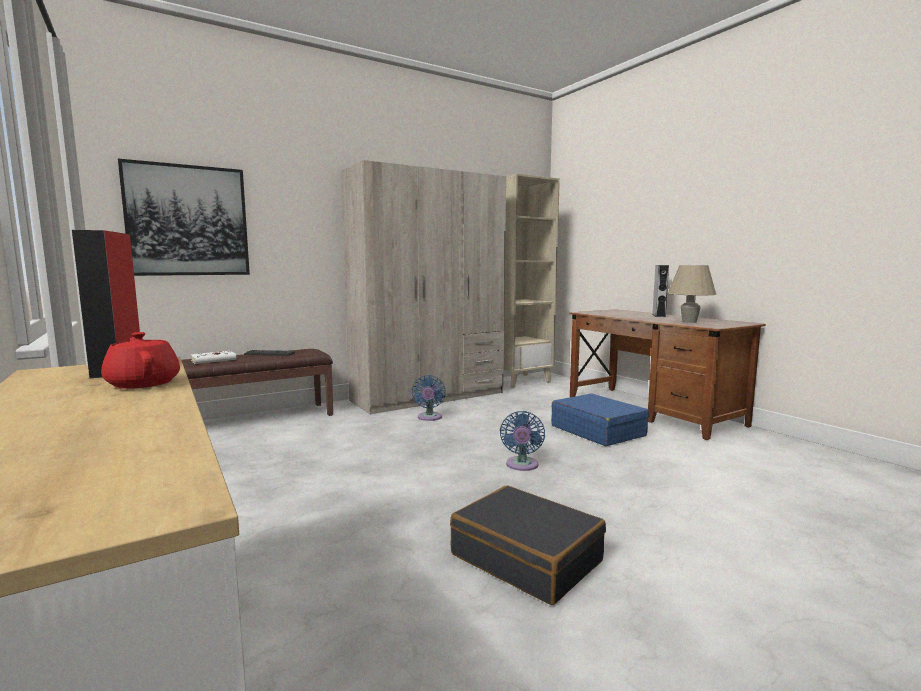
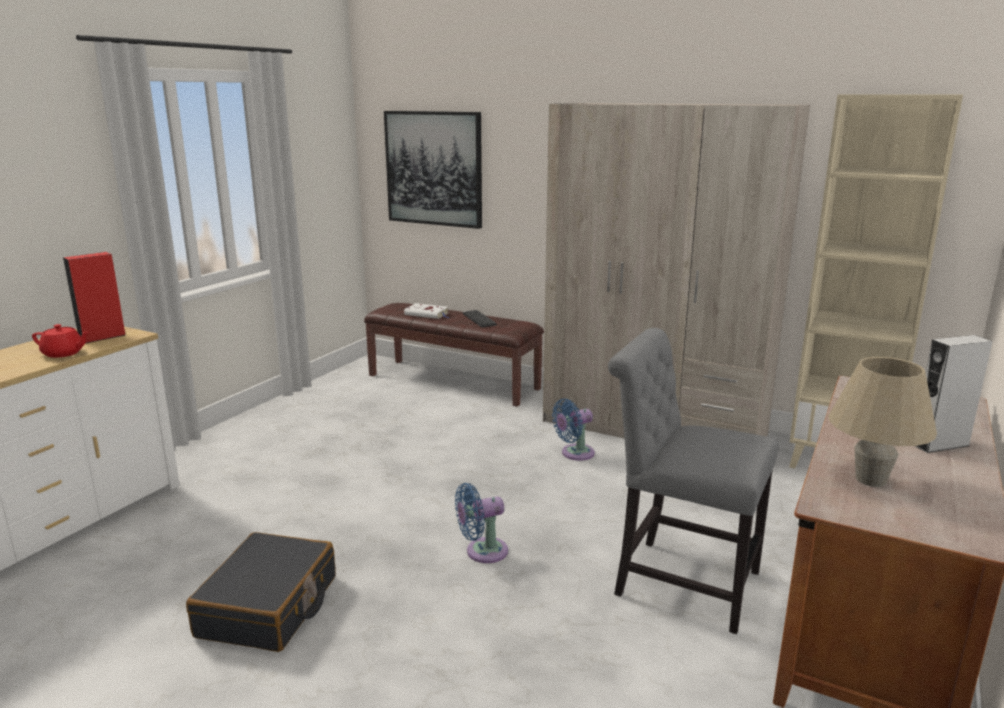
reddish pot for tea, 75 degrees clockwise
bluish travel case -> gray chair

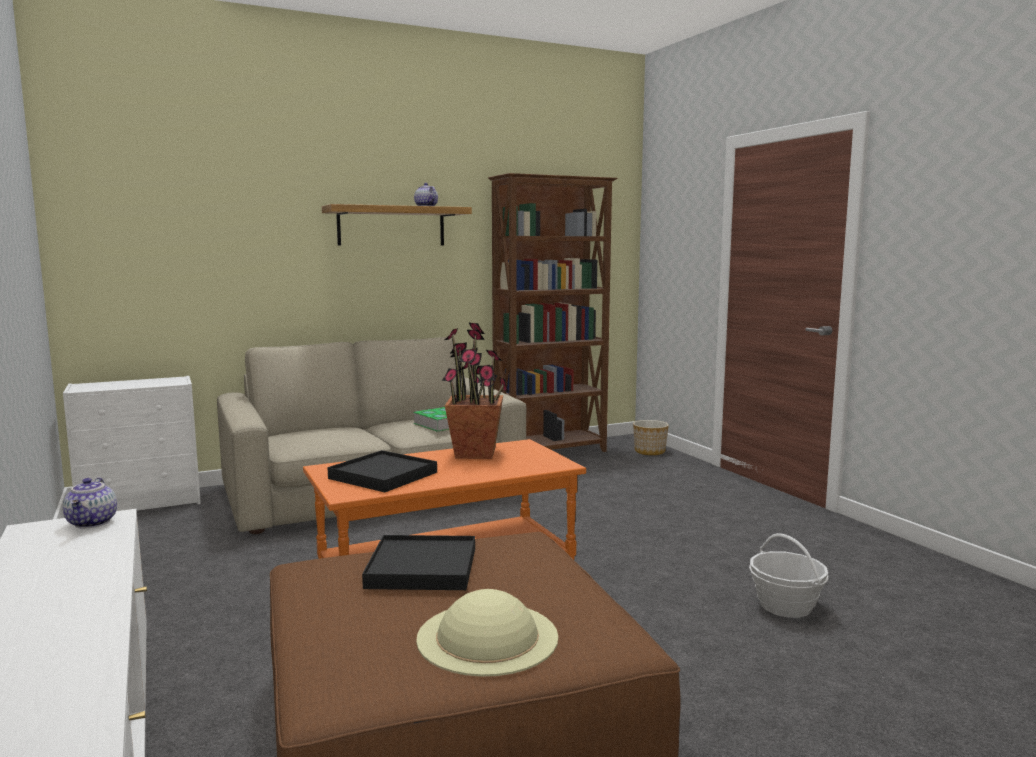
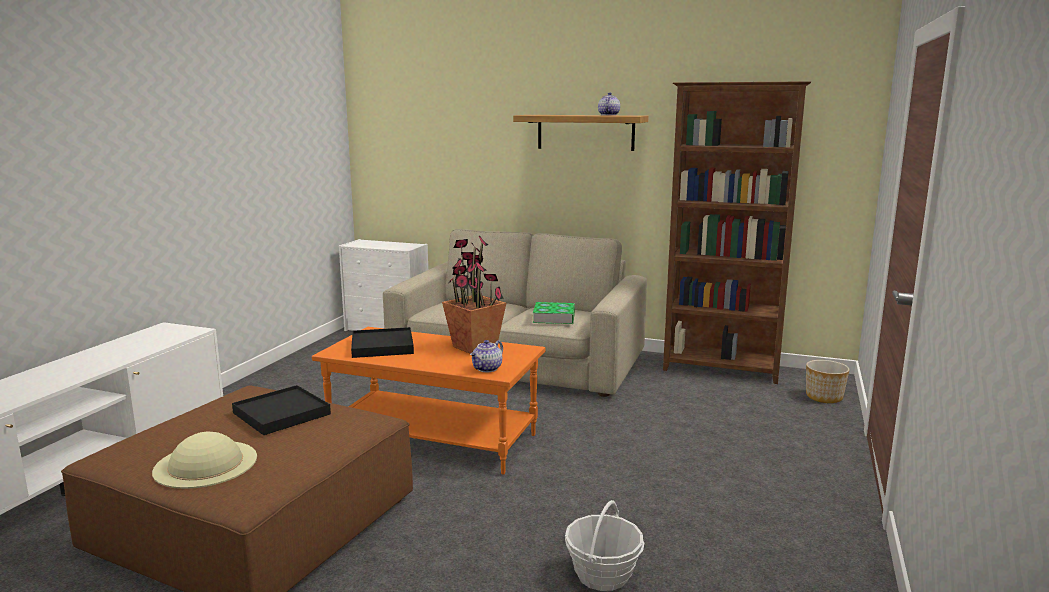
pot for tea (1st from left), move

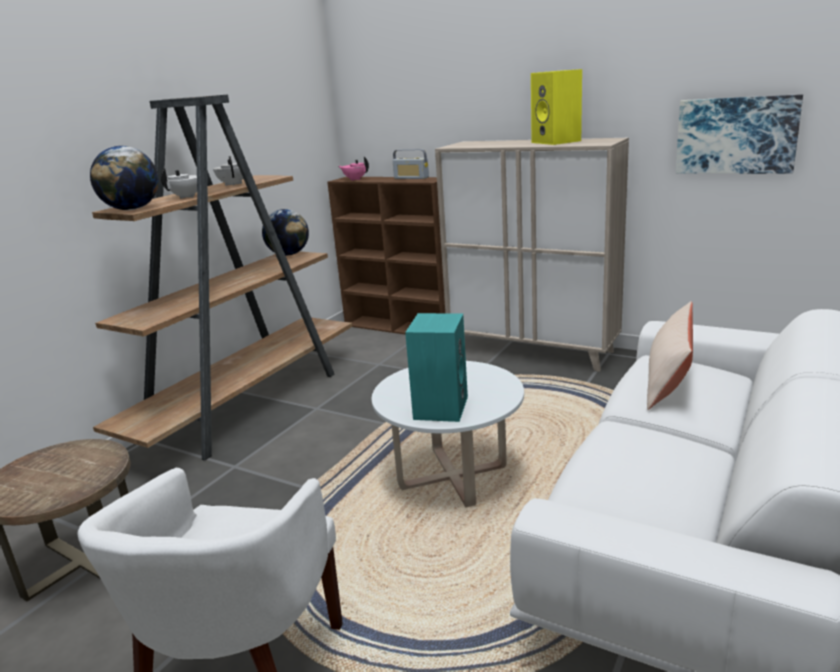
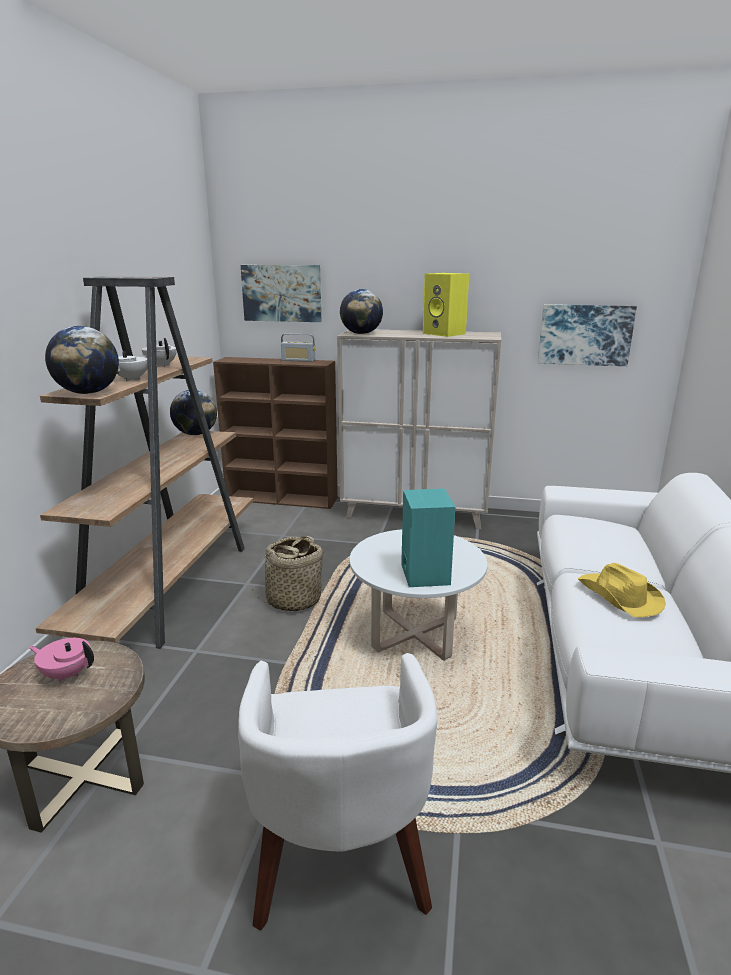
pink-coloured pot for tea, move
beige throw pillow -> none
none -> picture (1st from left)
none -> basket
none -> world globe (3rd from left)
none -> yellow-coloured wearable hat

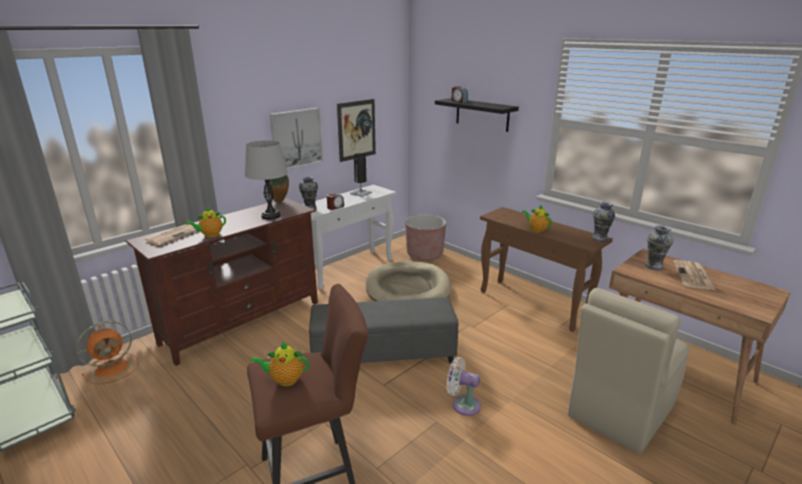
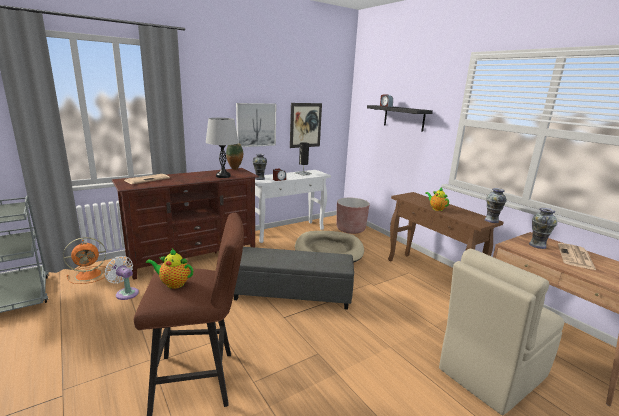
pot for tea (1st from left) -> none
whitish cooling fan, move

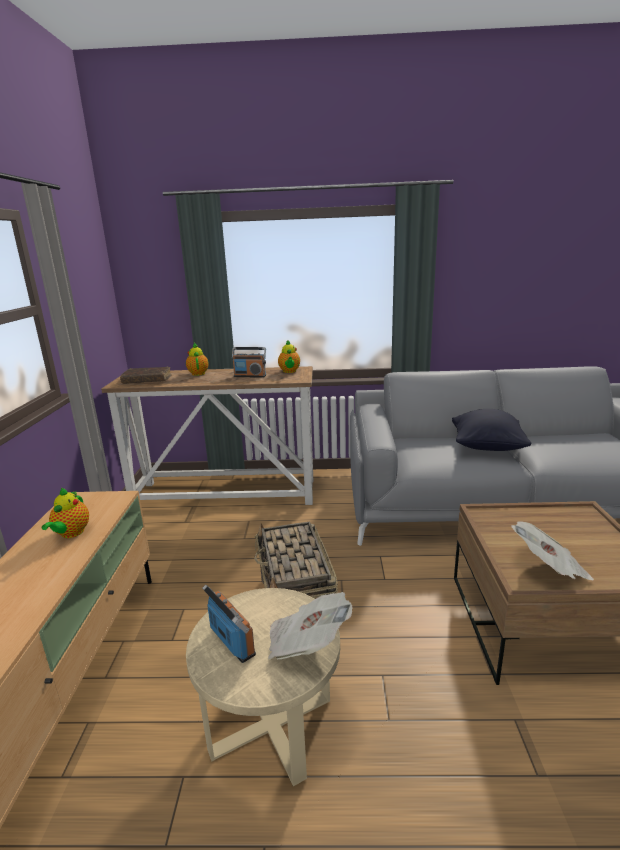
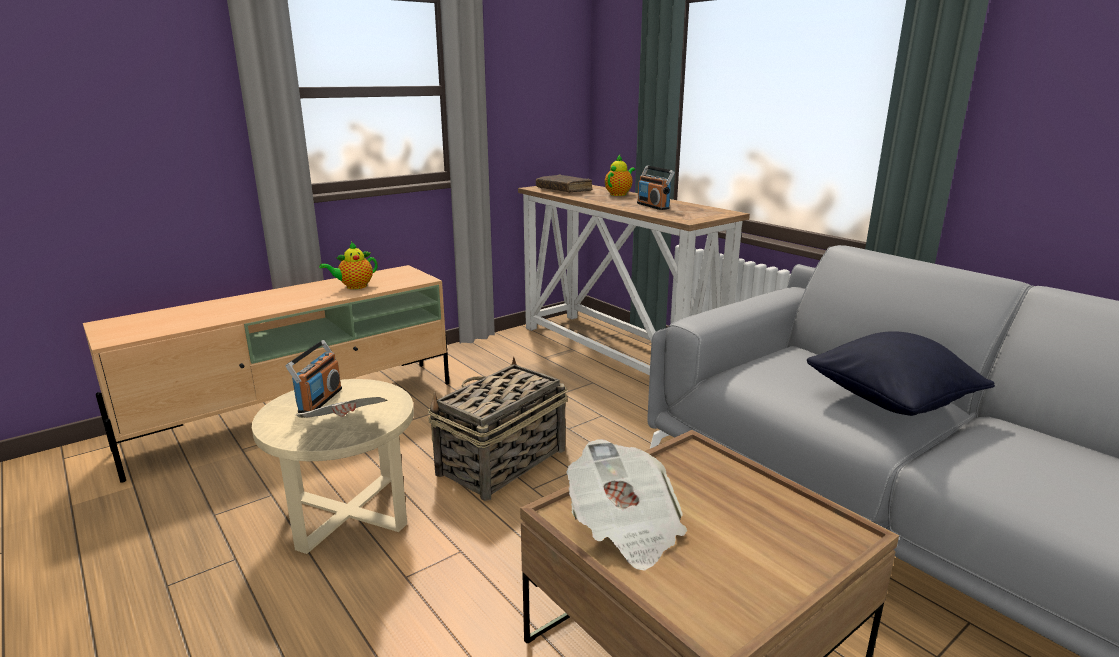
pot for tea (3rd from left) -> none

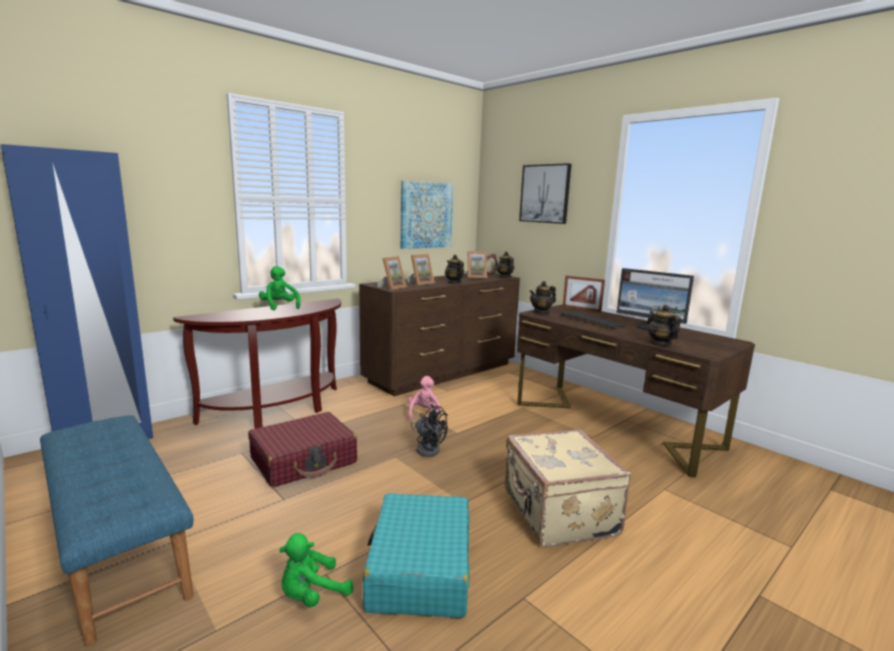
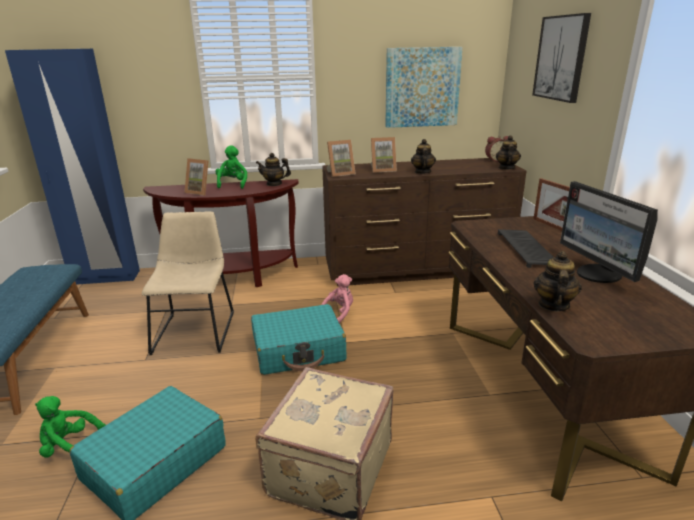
reddish travel case -> beige chair
blackish cooling fan -> turquoise-coloured travel case (2nd from left)
standing frame (3rd from left in the first image) -> standing frame (1st from left), move
pot for tea (3rd from left in the first image) -> pot for tea (1st from left), move

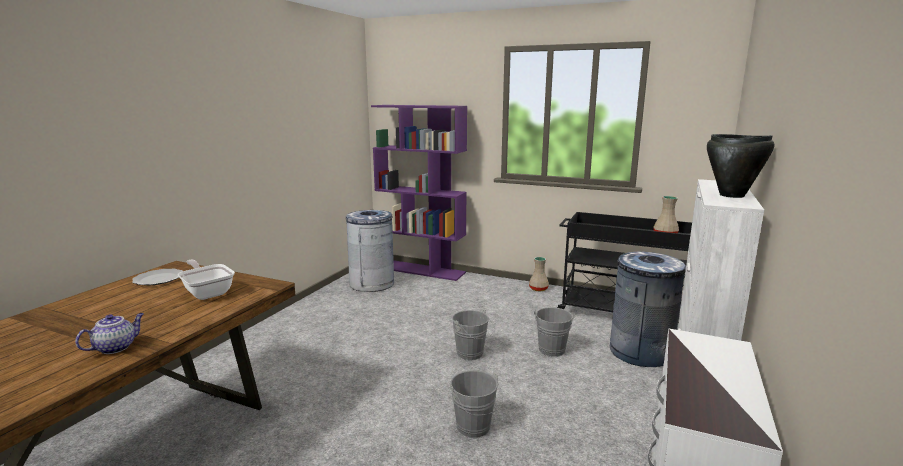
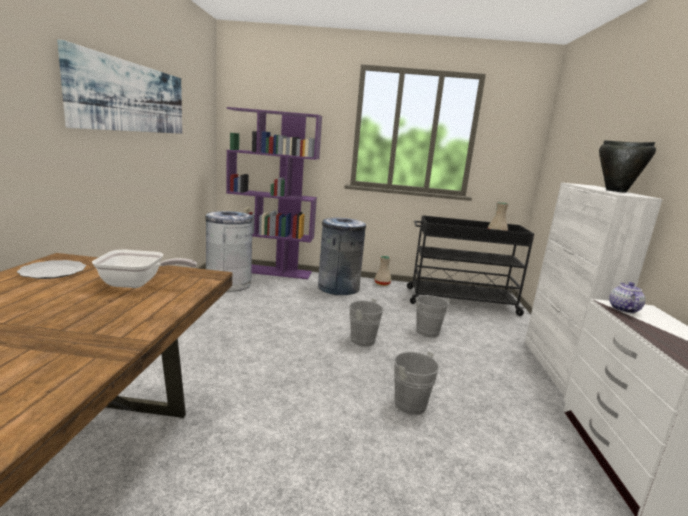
pot for tea, move
frying pan, 150 degrees clockwise
gray waste bin (2nd from left), move
none -> picture

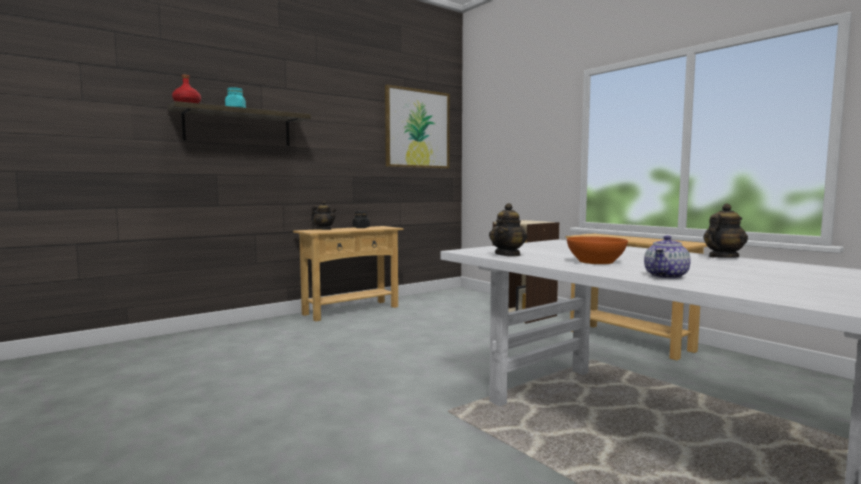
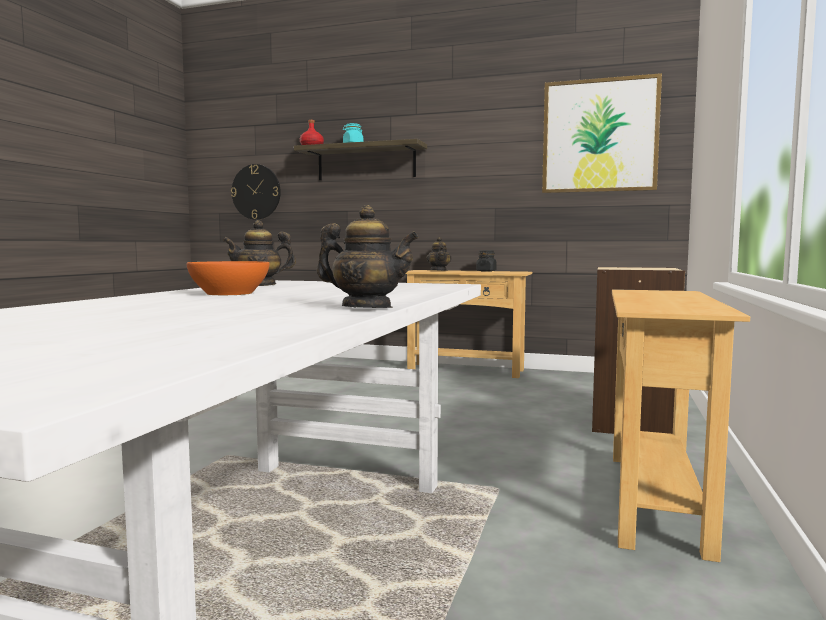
pot for tea (3rd from left) -> none
none -> hanging clock

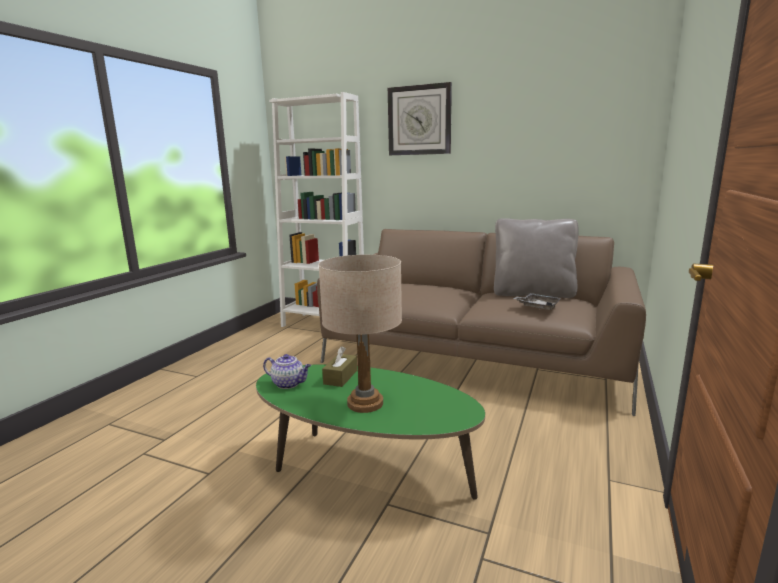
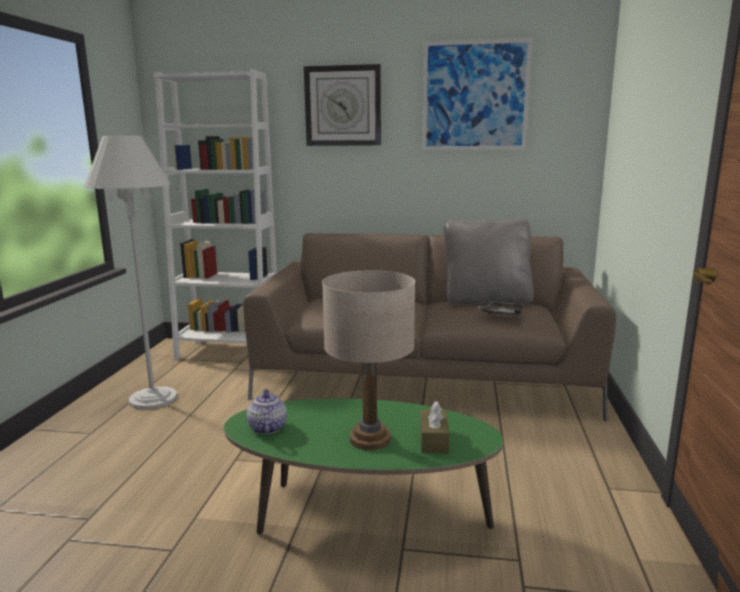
pot for tea, 105 degrees counterclockwise
brown-coloured tissue box, move
none -> whitish standing lamp
none -> picture

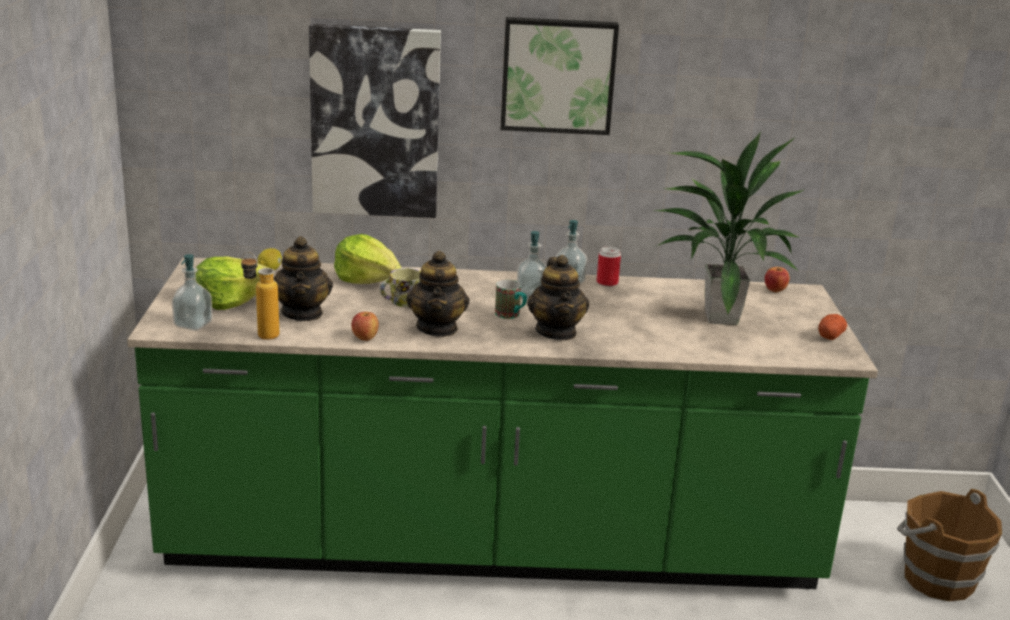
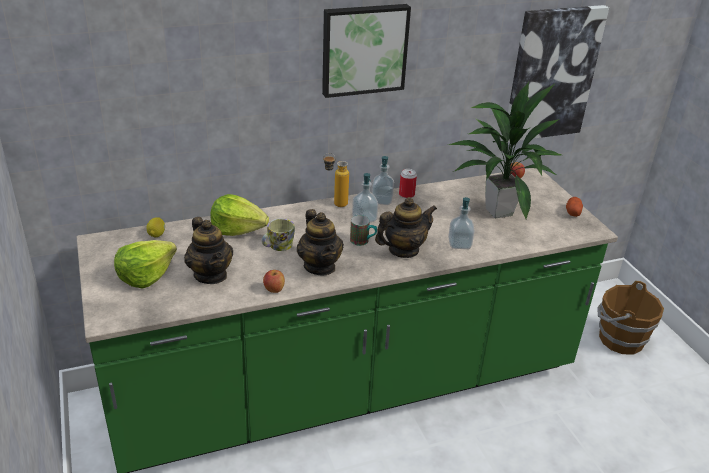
liquid soap bottle (1st from left in the first image) -> liquid soap bottle (3rd from left), move
bottle, move
picture (1st from left in the first image) -> picture (2nd from left), move
pot for tea (3rd from left), 90 degrees counterclockwise

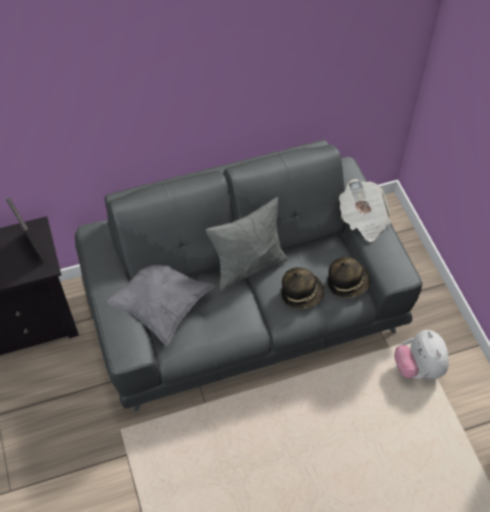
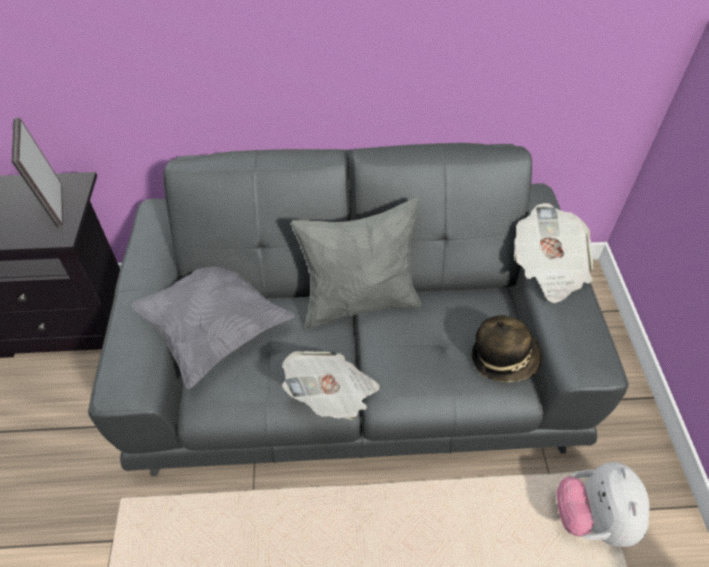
wearable hat (1st from left) -> none
none -> newspaper (1st from left)

